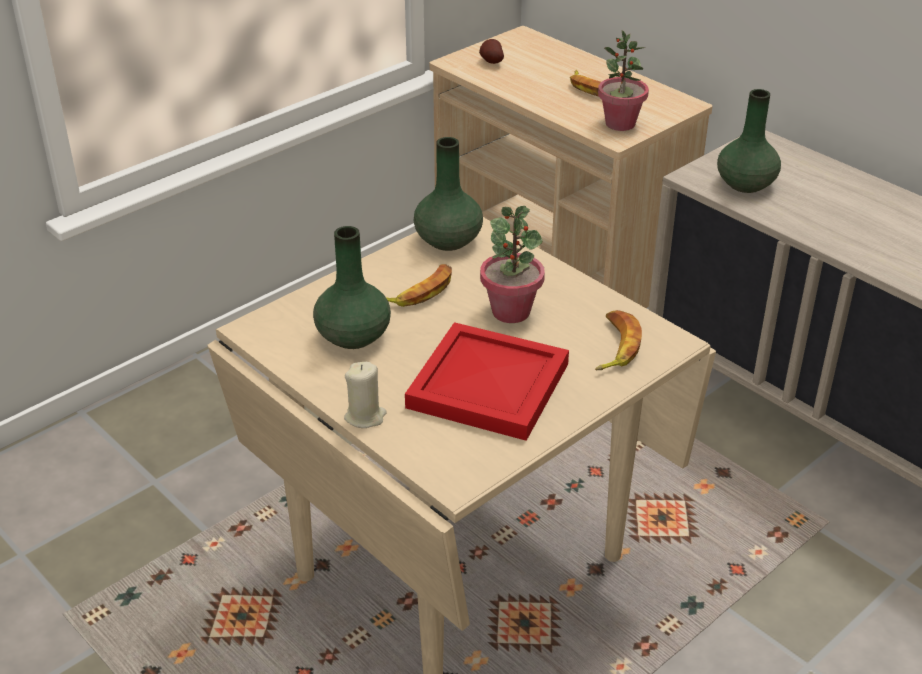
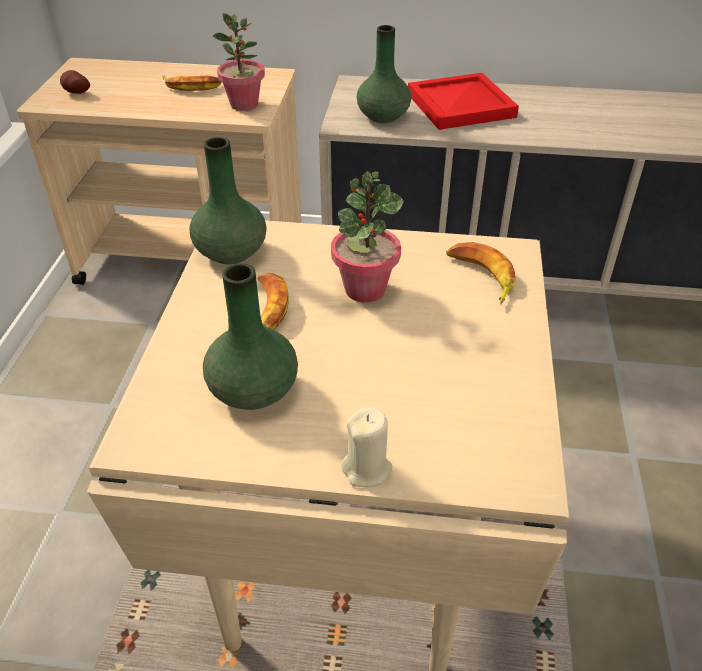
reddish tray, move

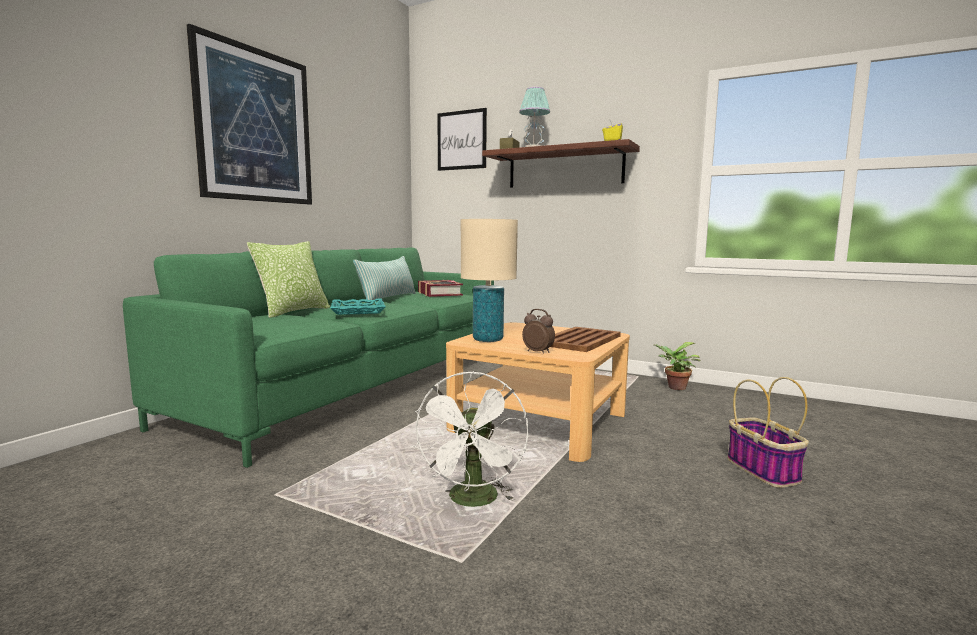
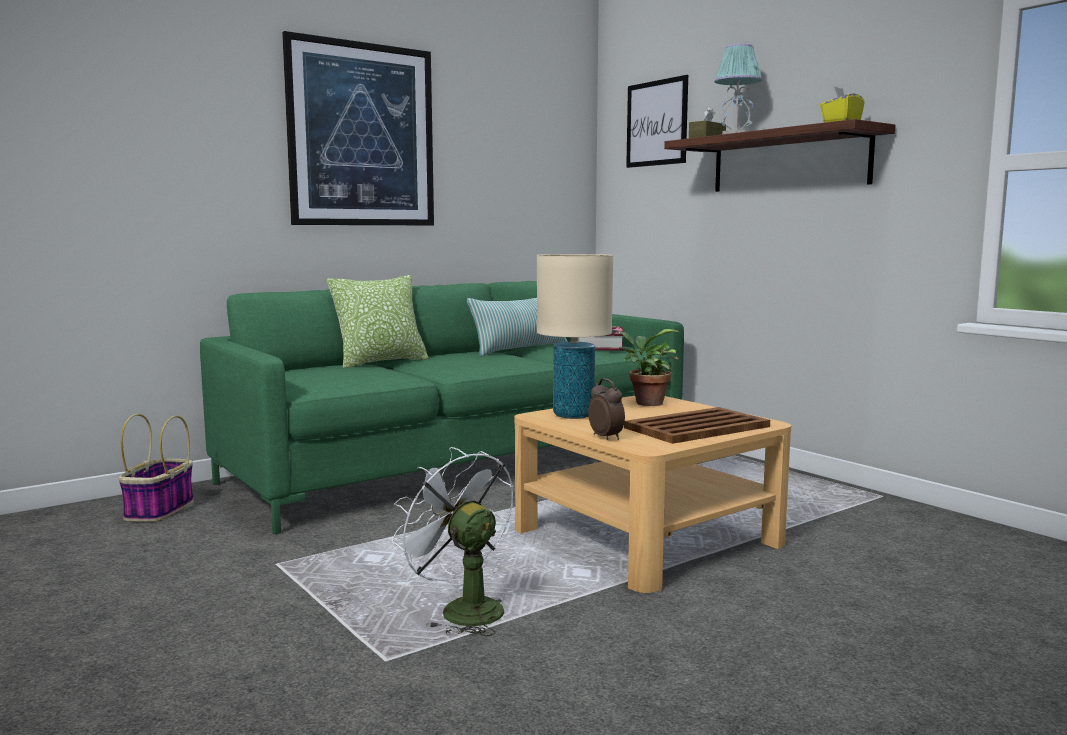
turquoise-coloured tray -> none
whitish cooling fan, 105 degrees clockwise
potted plant, move
basket, move

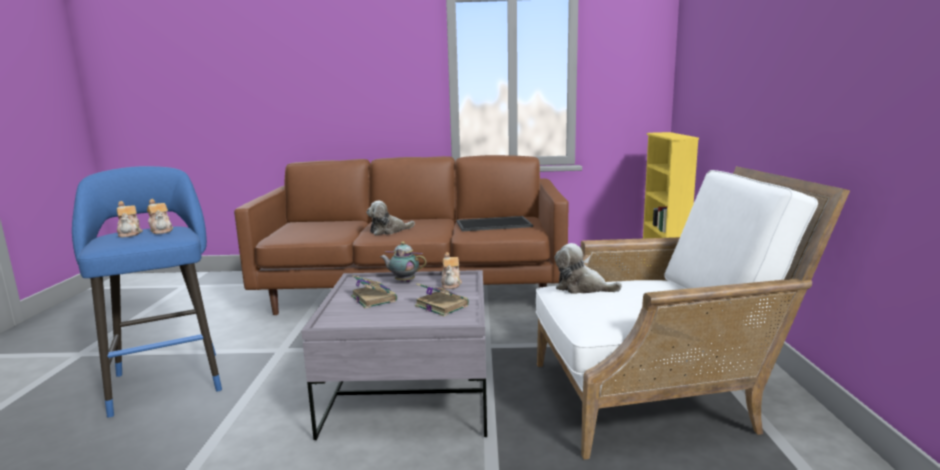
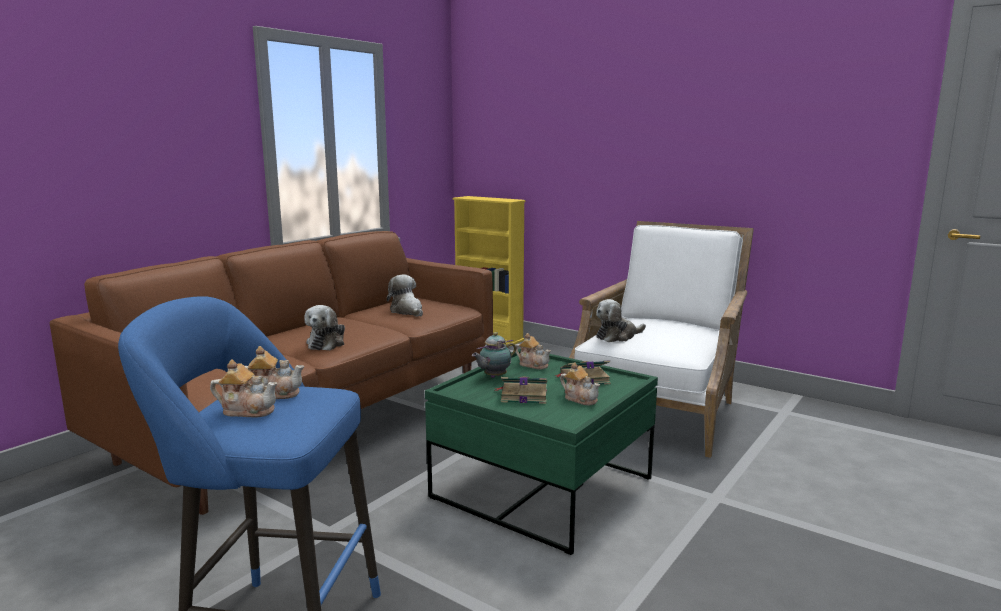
gray coffee table -> greenish coffee table
tray -> soft toy (2nd from left)
none -> pot for tea (5th from left)

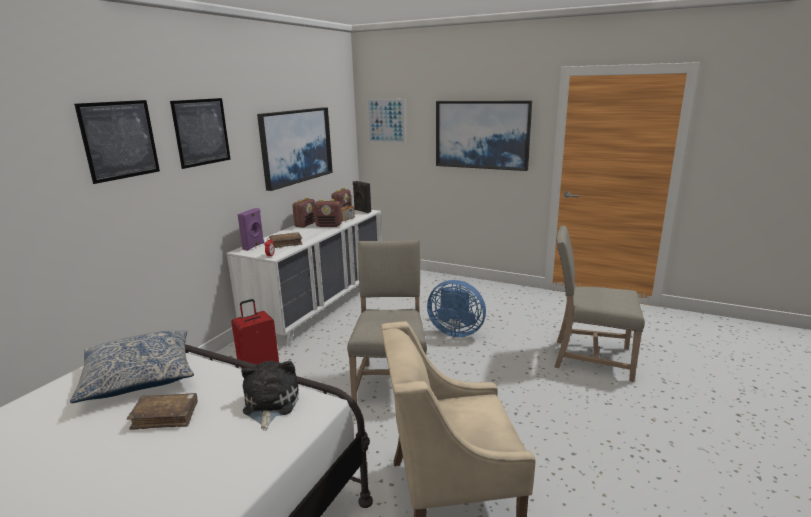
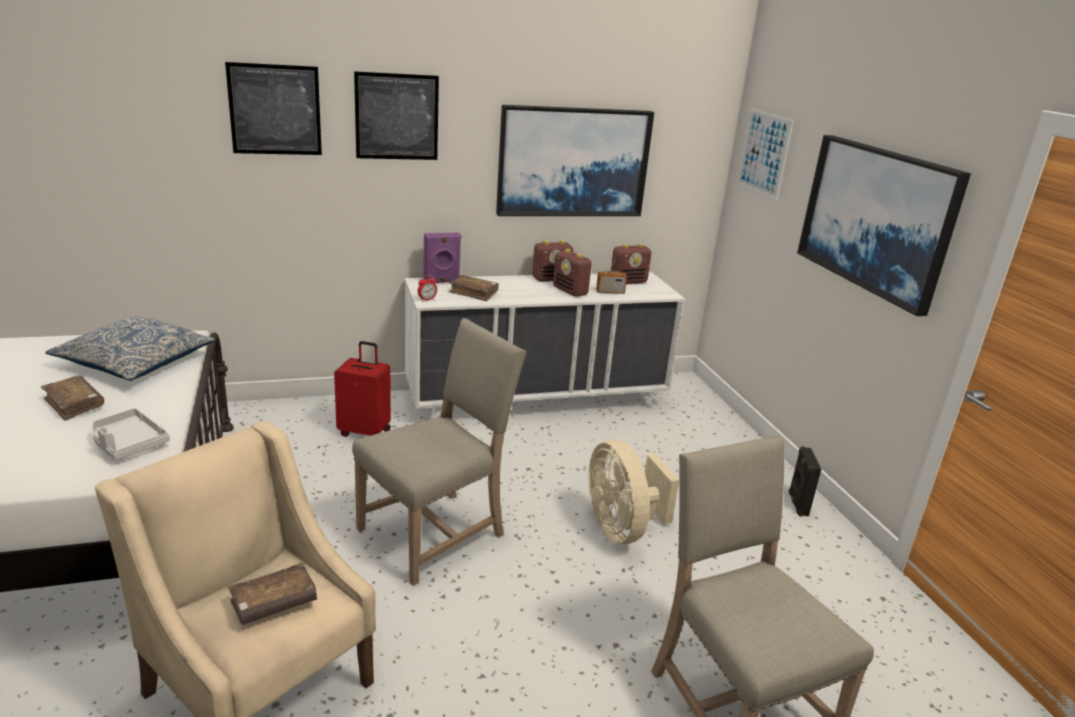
soft toy -> gray tray
blackish speaker, move
bluish cooling fan -> beige cooling fan
none -> brown-coloured volume (2nd from left)

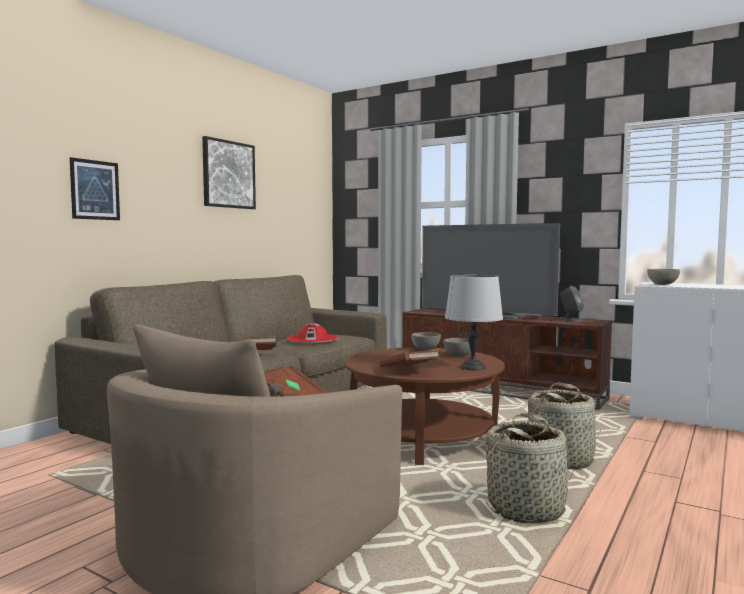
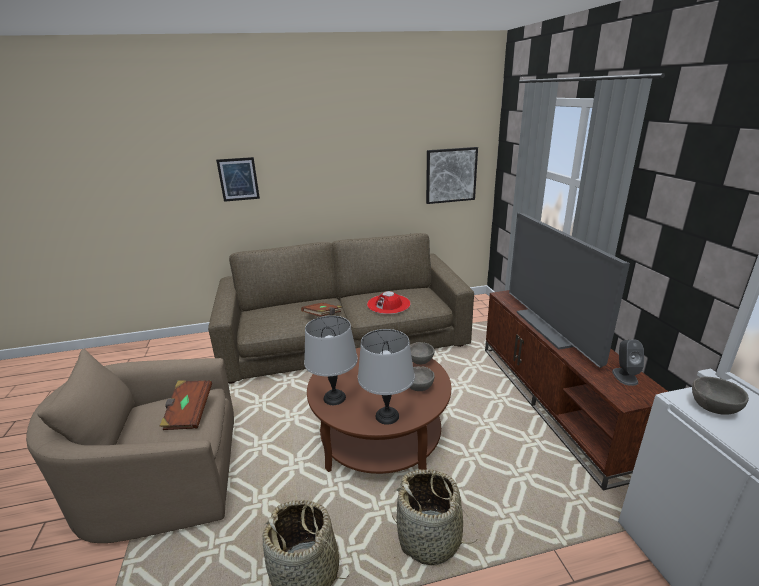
picture (2nd from left), move
brown-coloured volume (3rd from left) -> gray tabletop lamp (1st from left)

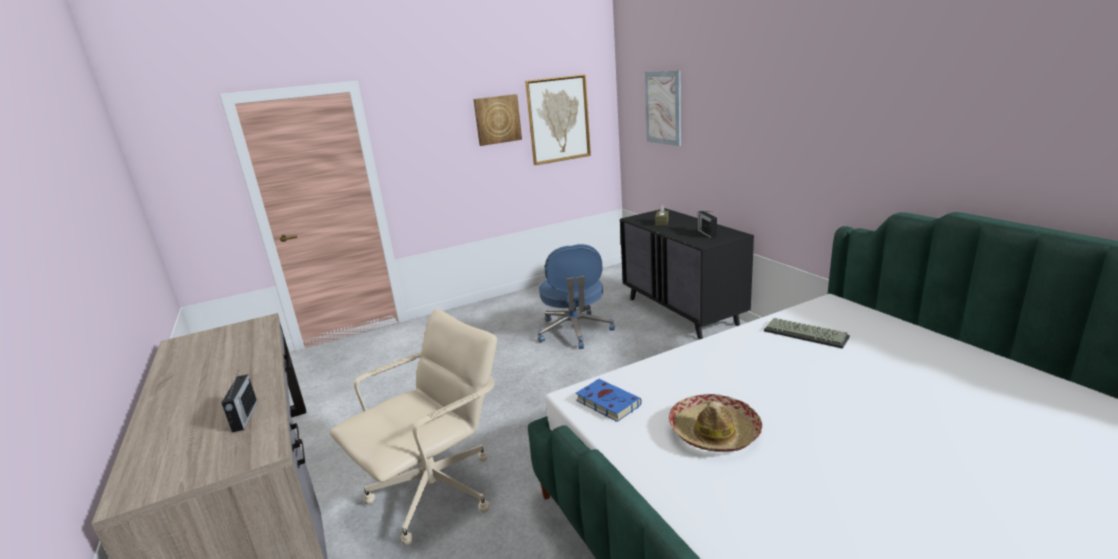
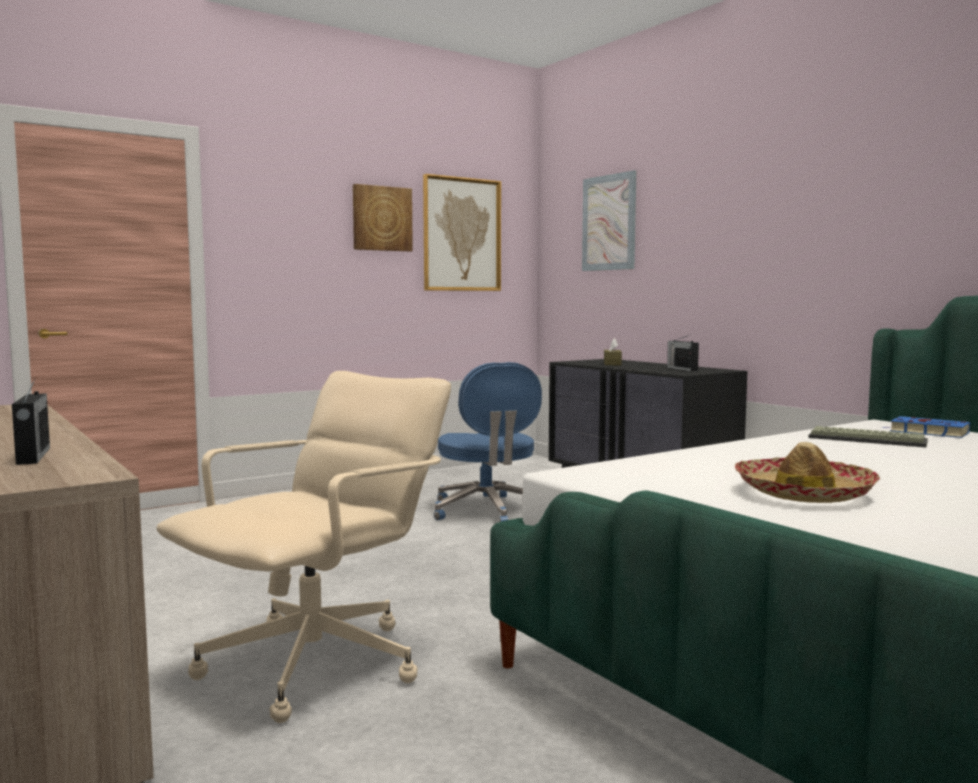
bluish volume, move

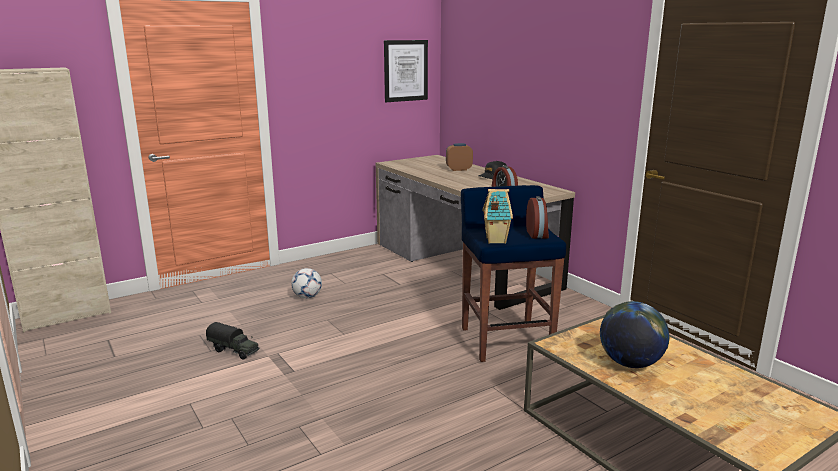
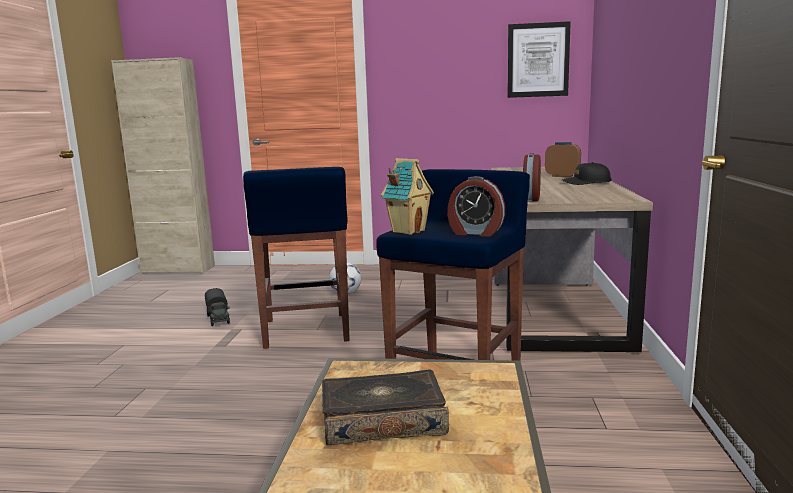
bedside clock (3rd from left in the first image) -> bedside clock (1st from left), 75 degrees clockwise
world globe -> volume
none -> bluish stool (1st from left)

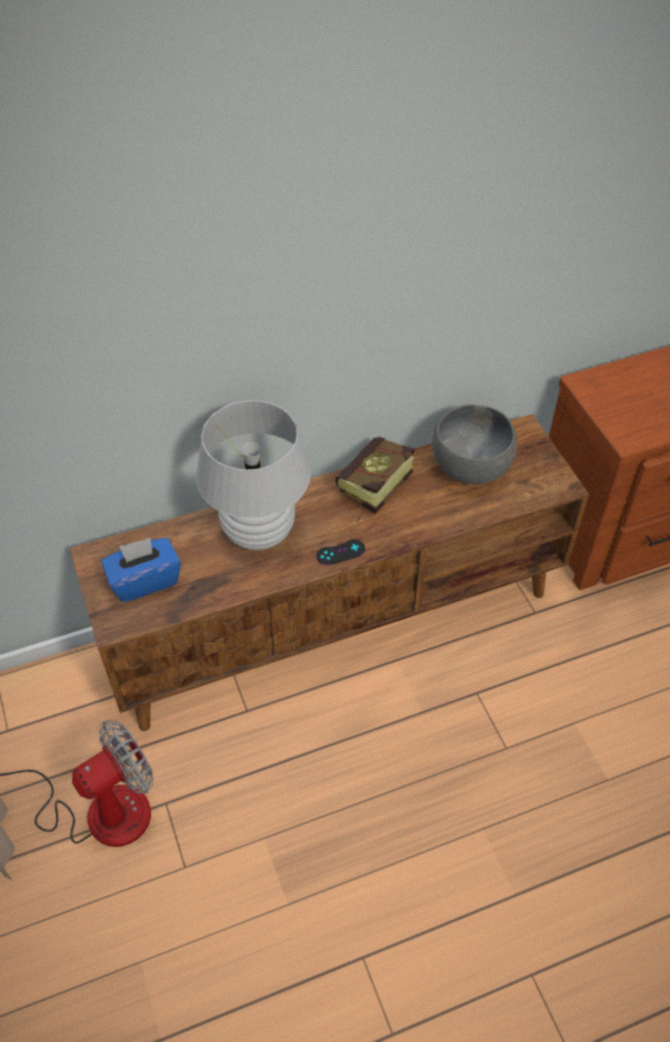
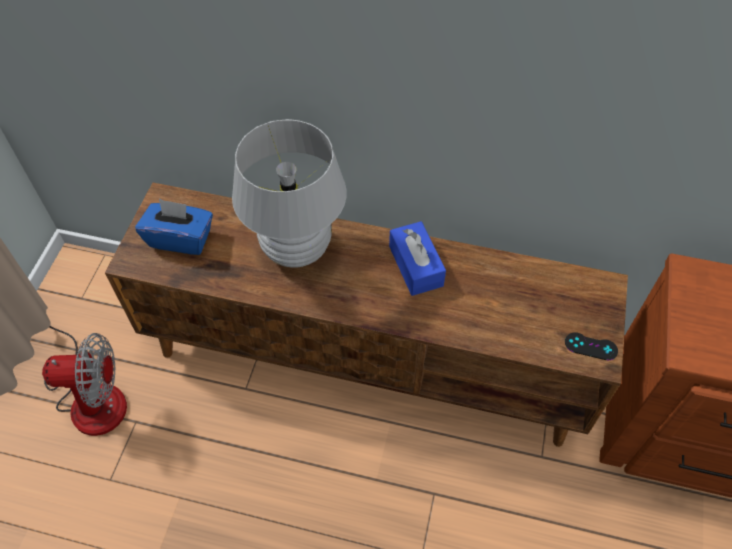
blackish gamepad, move
volume -> bluish tissue box (2nd from left)
gray deep dish -> none

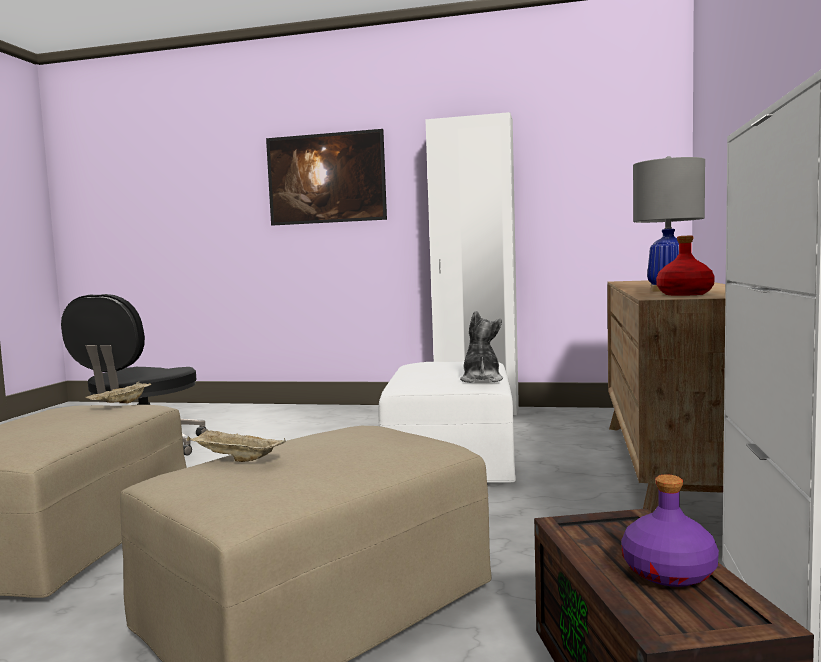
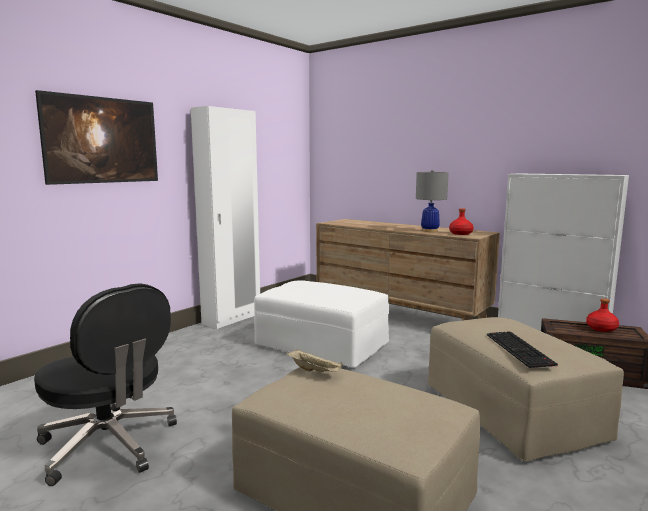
beige tray (2nd from left) -> PC keyboard
soft toy -> none
purple-coloured bottle -> reddish bottle (2nd from left)

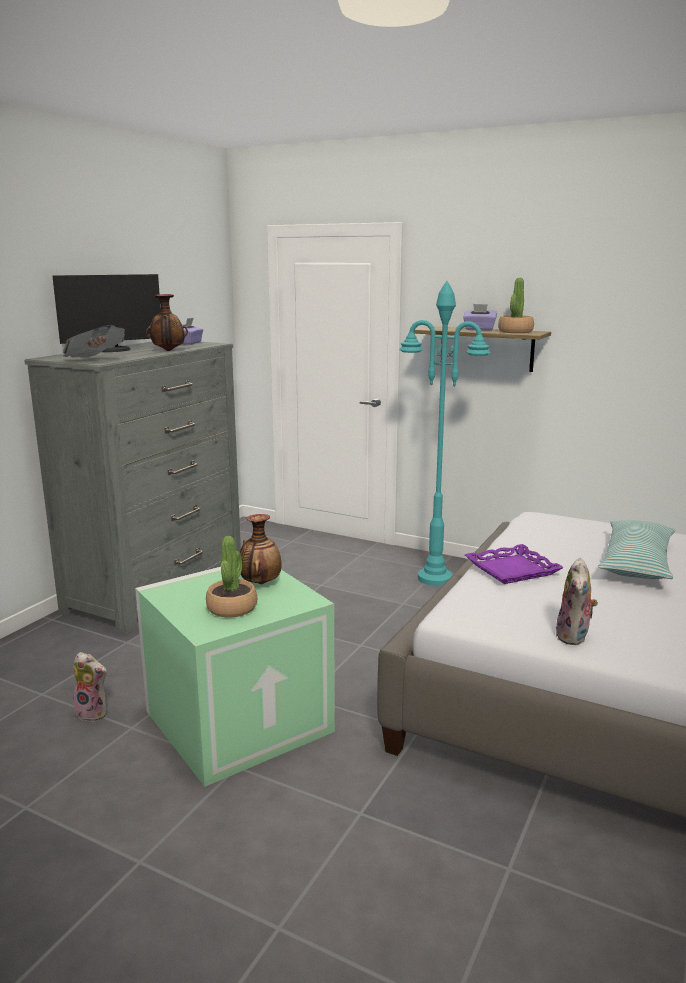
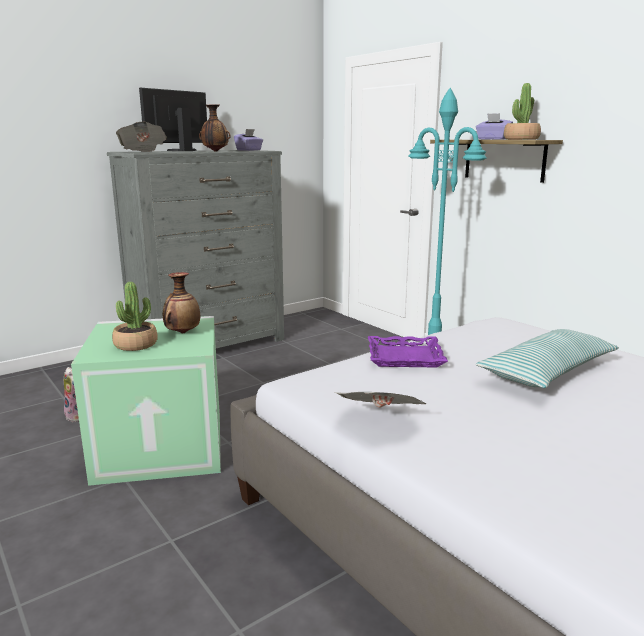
computer screen, 135 degrees clockwise
soft toy (2nd from left) -> newspaper (2nd from left)

